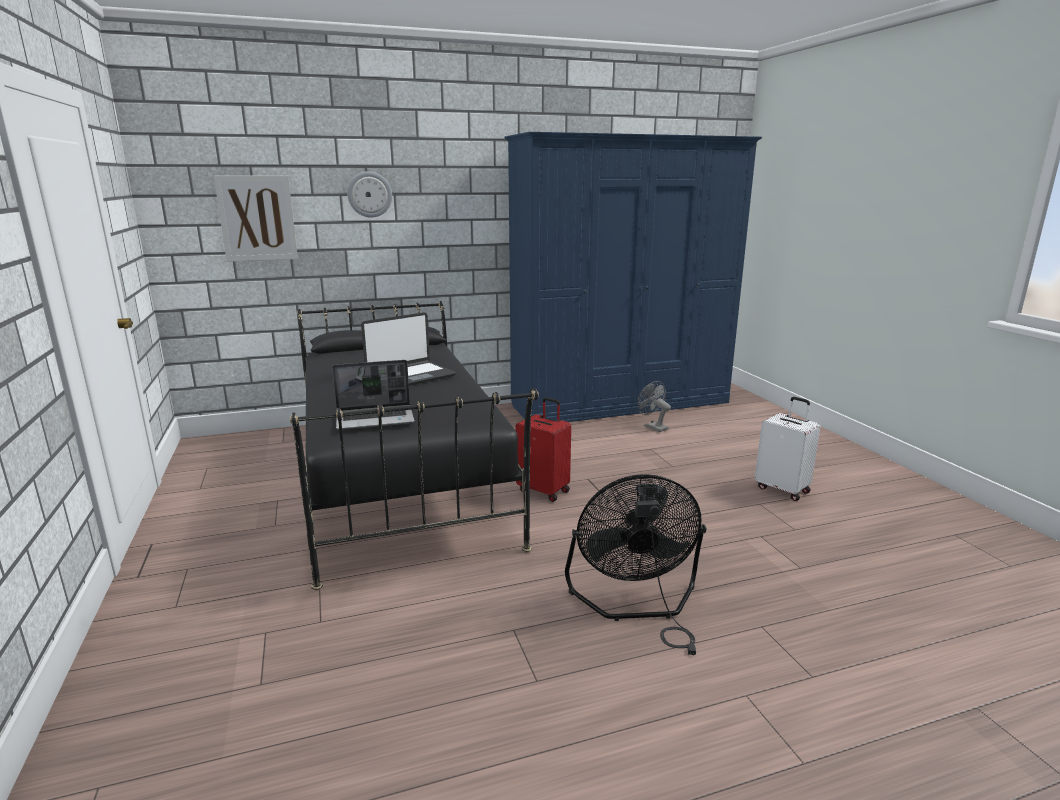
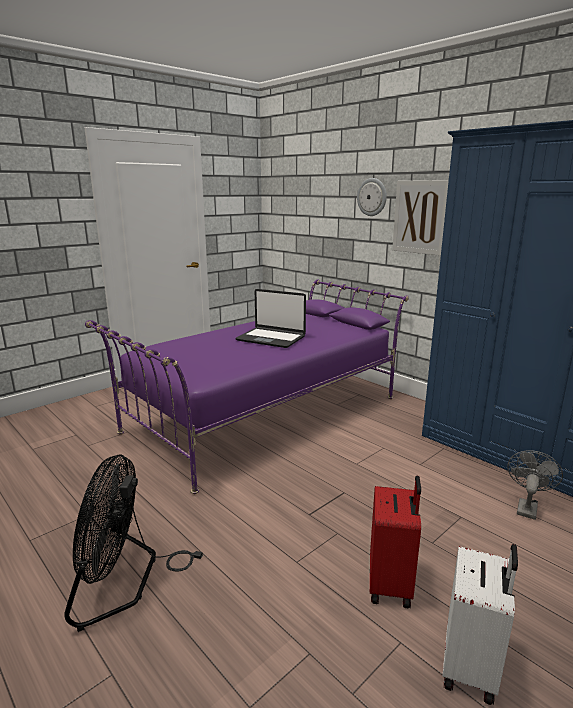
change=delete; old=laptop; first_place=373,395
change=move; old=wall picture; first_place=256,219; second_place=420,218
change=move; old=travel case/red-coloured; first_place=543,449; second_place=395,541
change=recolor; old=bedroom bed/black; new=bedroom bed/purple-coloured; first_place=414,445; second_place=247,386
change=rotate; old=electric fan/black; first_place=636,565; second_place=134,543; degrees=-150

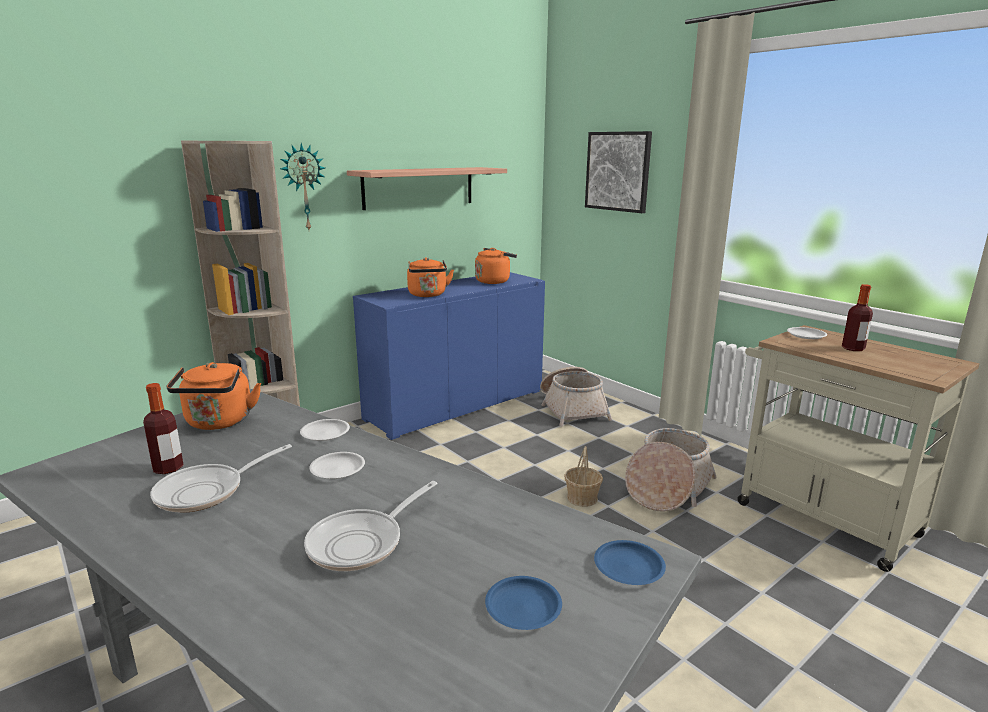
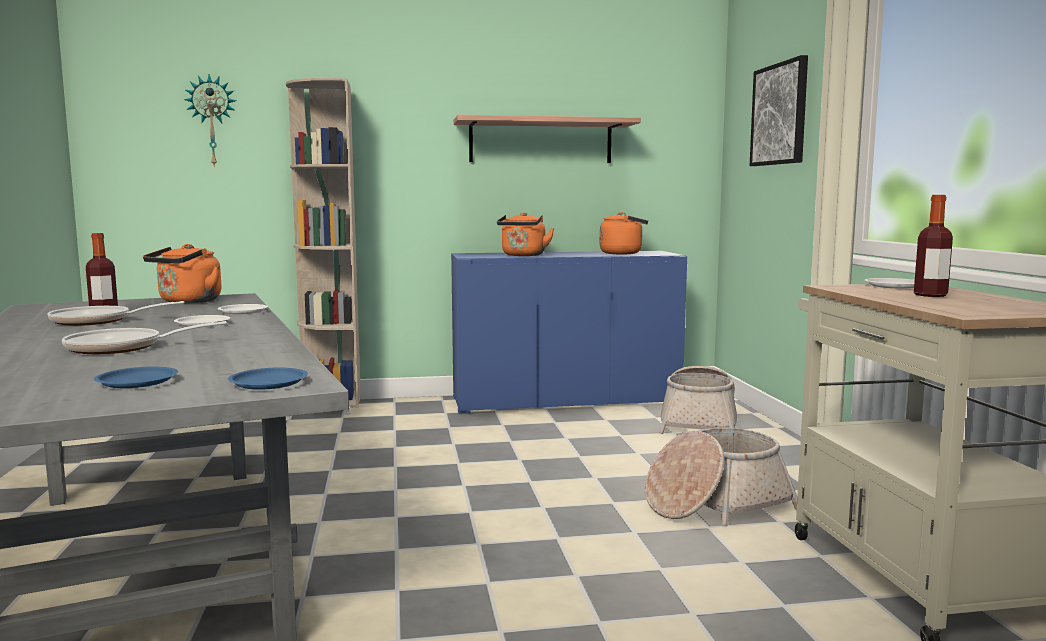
change=delete; old=basket; first_place=583,476
change=move; old=wall clock; first_place=302,186; second_place=210,121

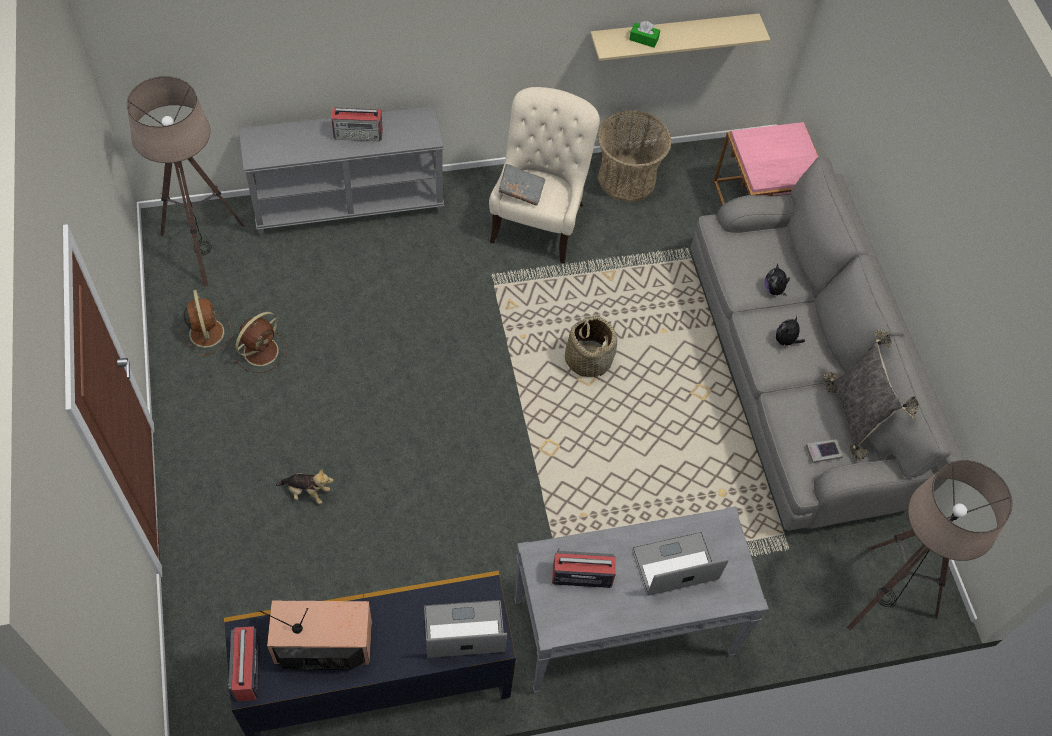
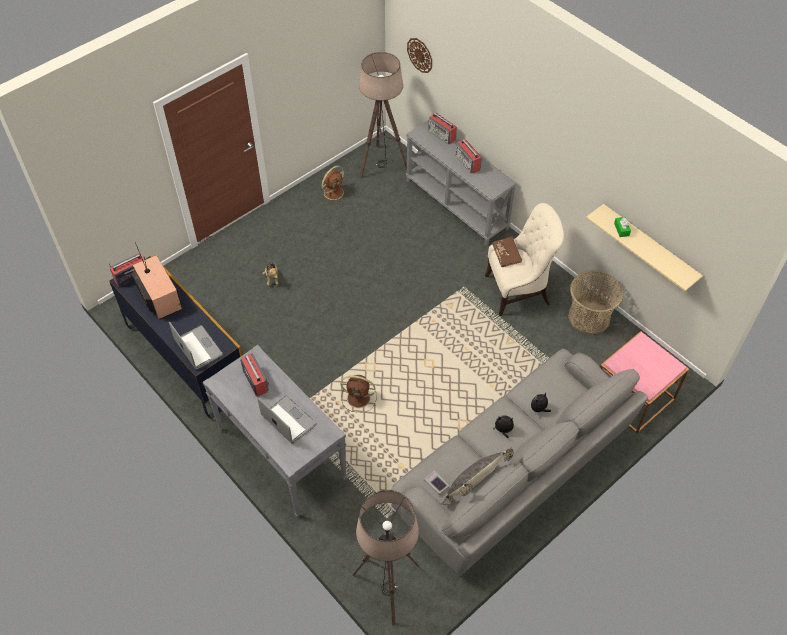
change=delete; old=basket; first_place=591,346
change=insert; new=wall clock; second_place=419,55
change=insert; new=radio; second_place=442,128
change=move; old=electric fan/brown-coloured; first_place=261,342; second_place=359,394
change=recolor; old=book/gray; new=book/brown-coloured; first_place=522,185; second_place=507,251

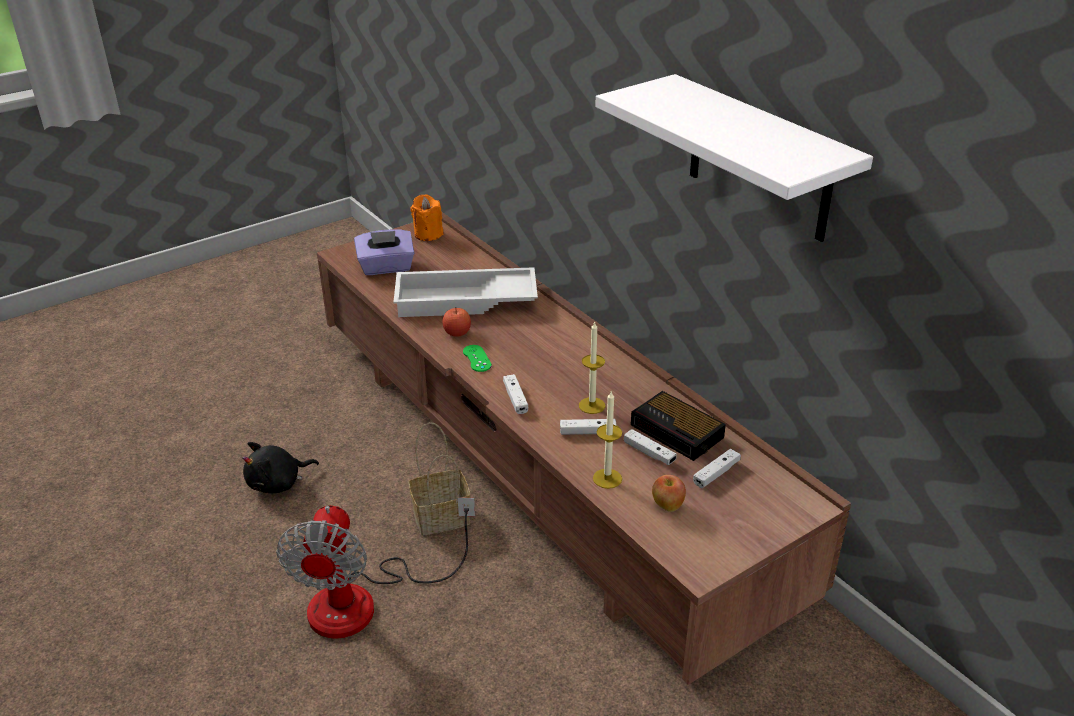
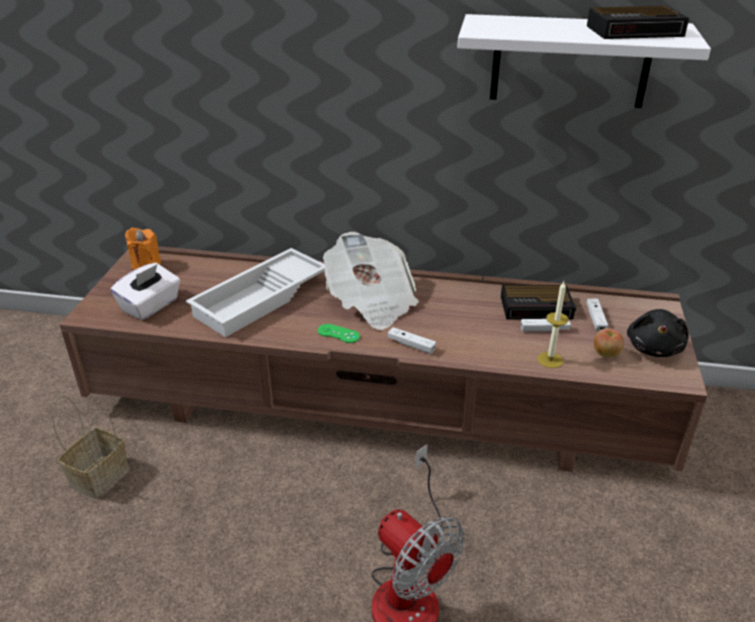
change=delete; old=apple fruit; first_place=457,322
change=delete; old=joypad/white; first_place=588,427
change=delete; old=wax candle; first_place=592,367
change=insert; new=daily paper; second_place=371,281
change=insert; new=table clock; second_place=638,22
change=move; old=soft toy/black; first_place=280,467; second_place=658,333
change=move; old=basket; first_place=439,478; second_place=90,446
change=recolor; old=tissue box/purple-coloured; new=tissue box/white; first_place=384,252; second_place=145,291

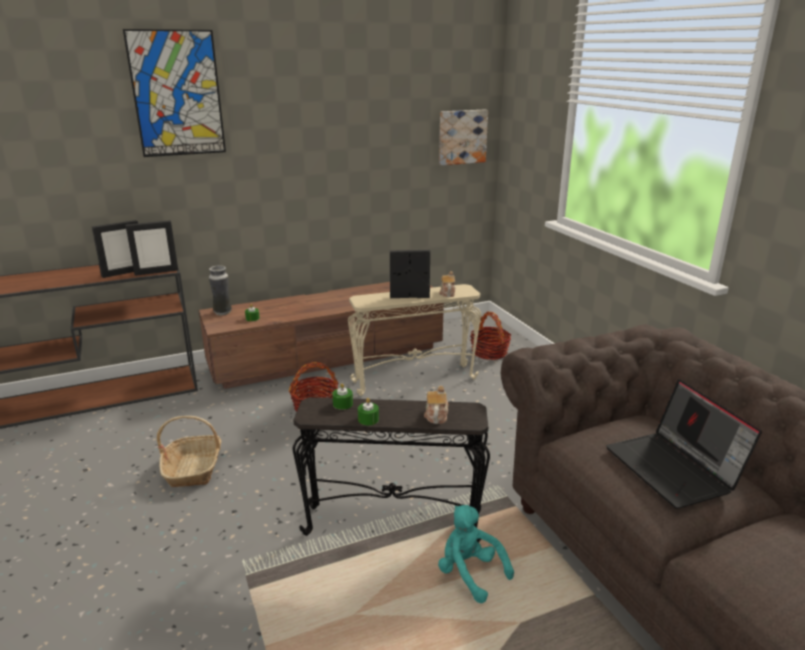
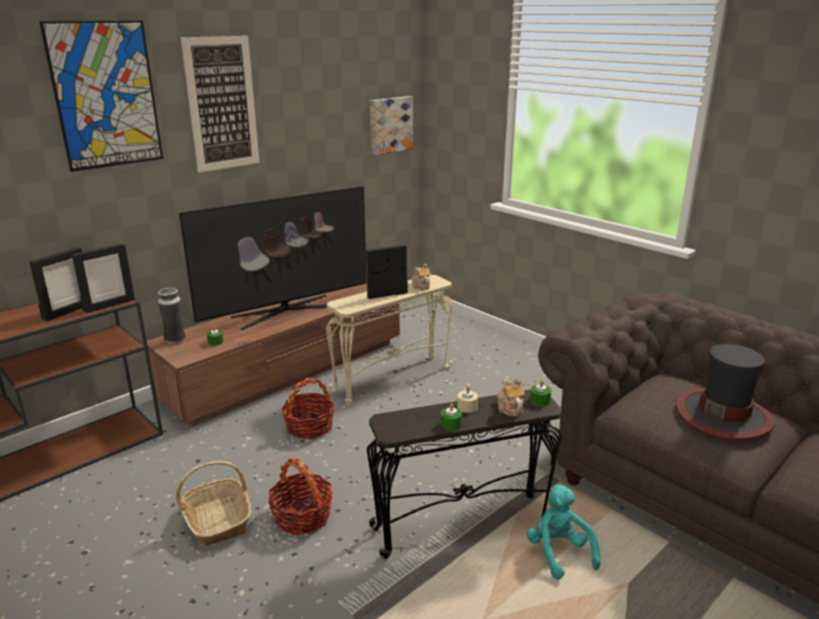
change=insert; new=TV; second_place=272,258
change=insert; new=wall picture; second_place=220,104
change=insert; new=wax candle/beige; second_place=467,399
change=move; old=wax candle/green-coloured; first_place=342,396; second_place=540,393
change=move; old=basket; first_place=490,335; second_place=300,496
change=replace; old=laptop; new=wearable hat; first_place=684,444; second_place=725,392
change=rotate; old=soft toy/turquoise-coloured; first_place=476,554; second_place=564,532; degrees=45

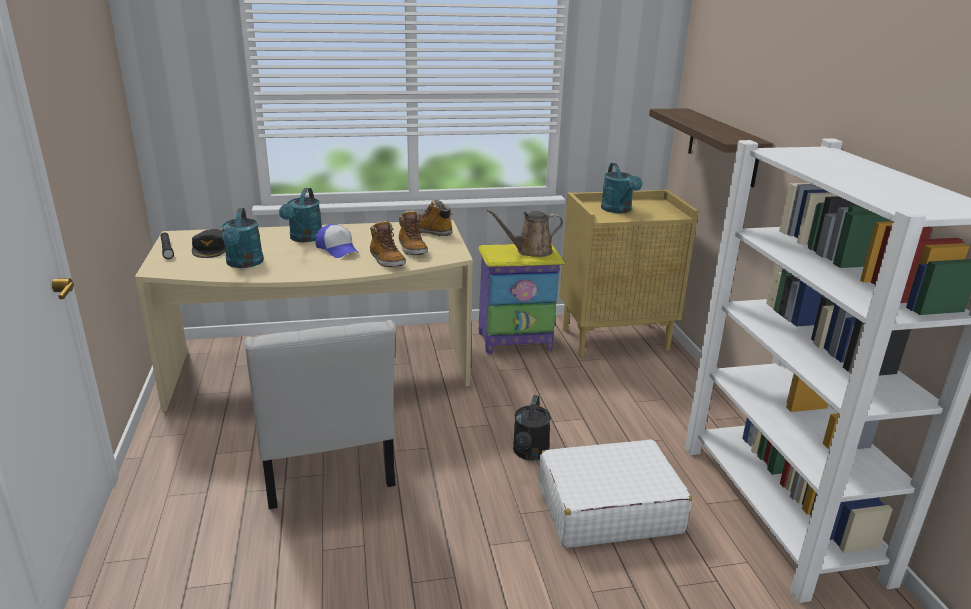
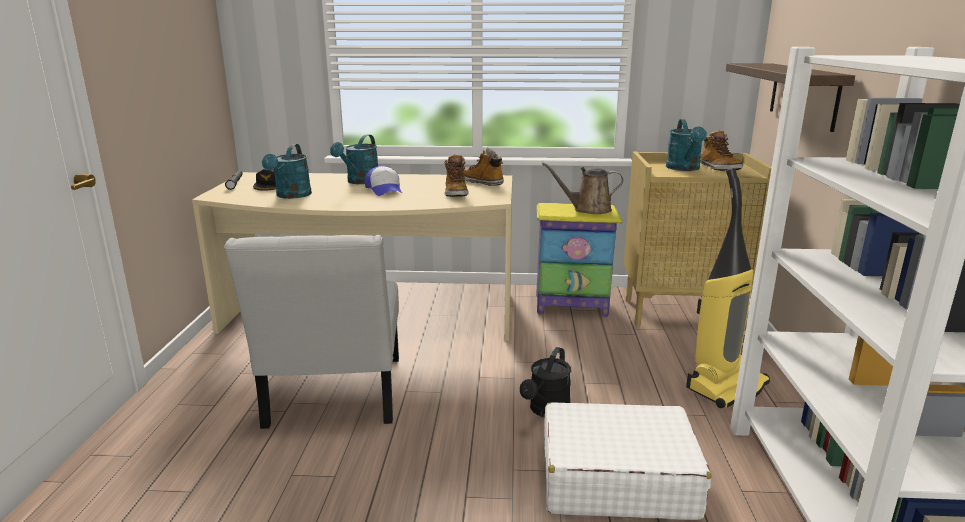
change=insert; new=vacuum; second_place=728,288
change=move; old=high-top boot; first_place=388,244; second_place=721,150

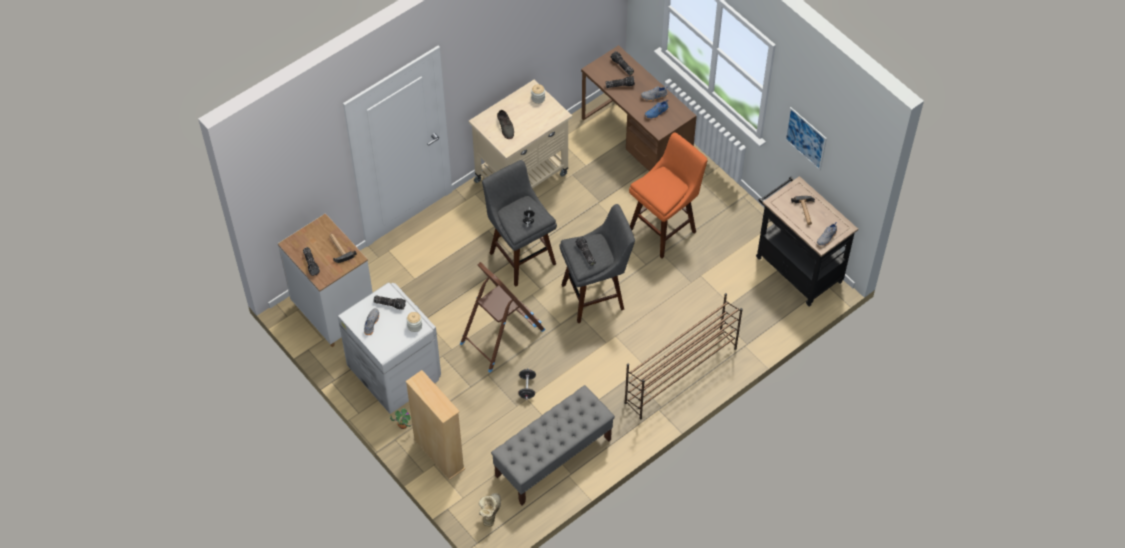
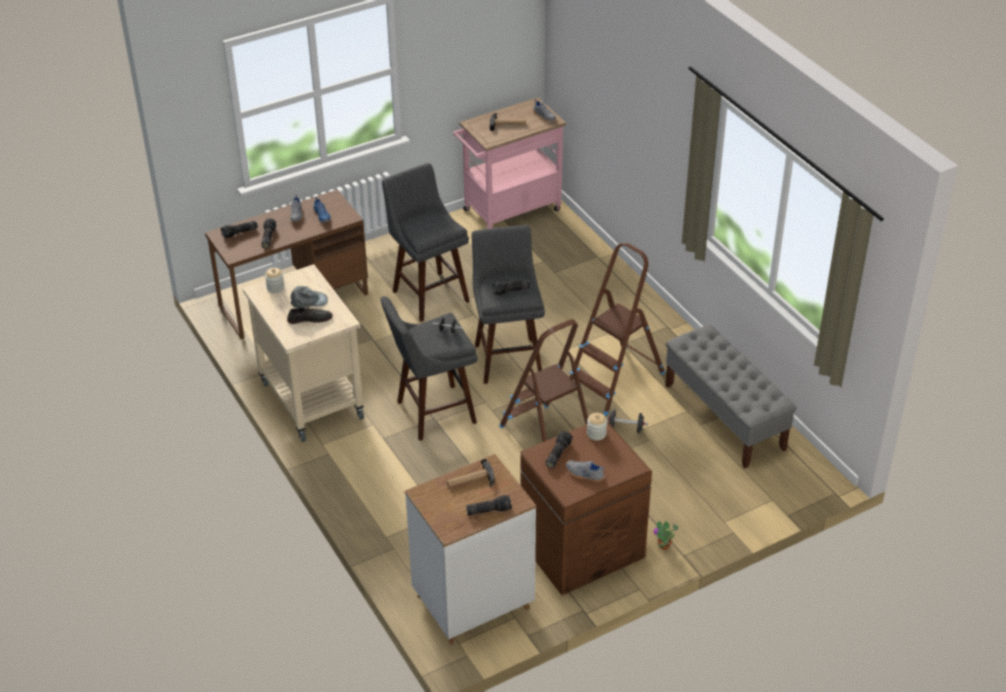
change=delete; old=shelving unit/beige; first_place=435,425
change=delete; old=high-top boot; first_place=490,510
change=delete; old=shoe stand/brown-coloured; first_place=684,356
change=delete; old=wall picture; first_place=806,138
change=insert; new=baseball cap/gray; second_place=309,297
change=insert; new=step stool/brown-coloured; second_place=617,329
change=recolor; old=laundry appliance/white; new=laundry appliance/brown-coloured; first_place=389,348; second_place=586,508
change=recolor; old=sitting stool/orange-coloured; new=sitting stool/gray; first_place=668,195; second_place=426,242
change=recolor; old=trolley/black; new=trolley/pink; first_place=807,241; second_place=509,163

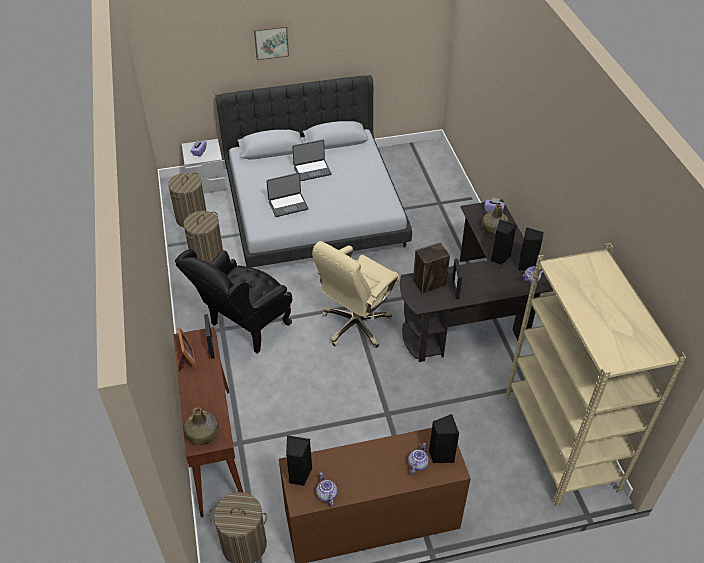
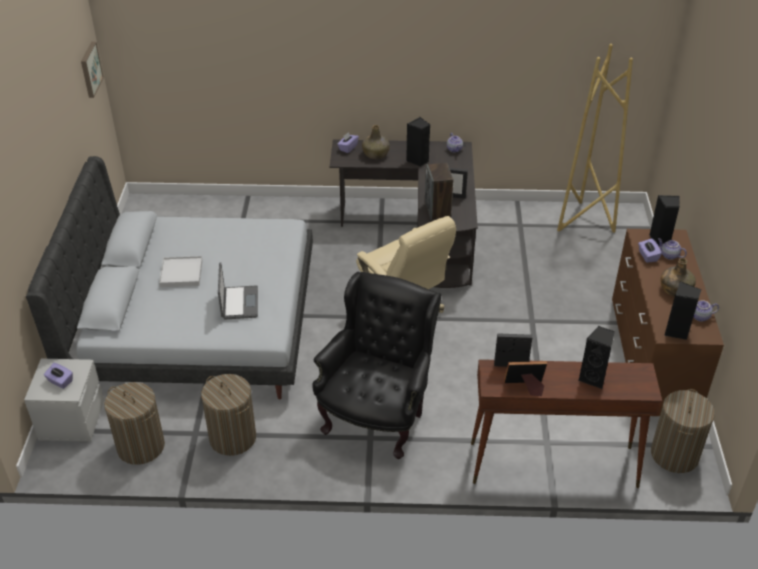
change=insert; new=tissue box/purple-coloured; second_place=650,250
change=move; old=beverage bottle/green-coloured; first_place=201,426; second_place=678,277
change=move; old=wall picture; first_place=271,42; second_place=92,70
change=move; old=loudspeaker/black; first_place=530,249; second_place=596,357
change=replace; old=laptop; new=tray/white; first_place=312,160; second_place=181,271
change=replace; old=shelving unit/beige; new=clothes rack/yellow; first_place=595,374; second_place=595,138
change=rotate; old=lounge chair/black; first_place=233,301; second_place=376,365; degrees=-120

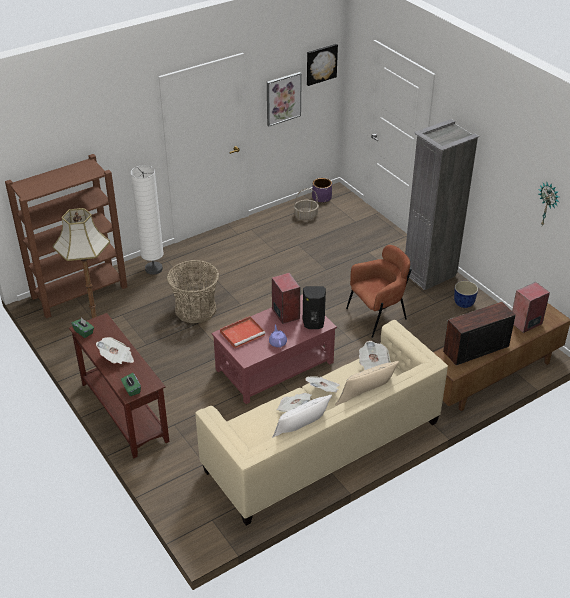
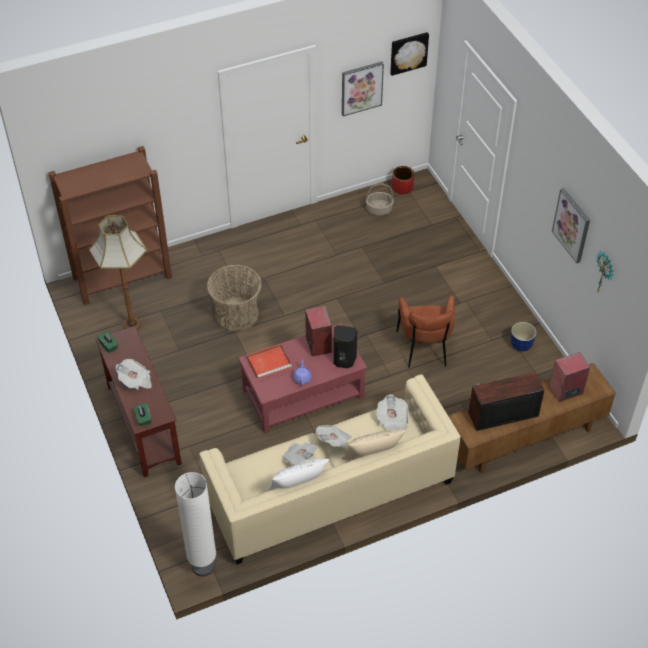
change=delete; old=storage cabinet/gray; first_place=442,204
change=insert; new=wall picture; second_place=571,225
change=move; old=standard lamp/white; first_place=147,220; second_place=195,524
change=recolor; old=planter/purple-coloured; new=planter/red-coloured; first_place=322,190; second_place=403,180
change=rotate; old=lounge chair/brown-coloured; first_place=379,291; second_place=425,331; degrees=105

